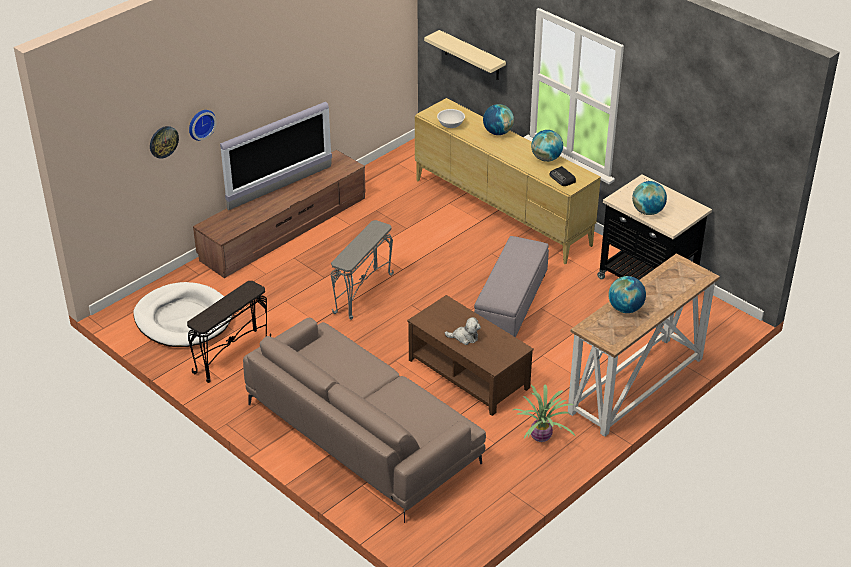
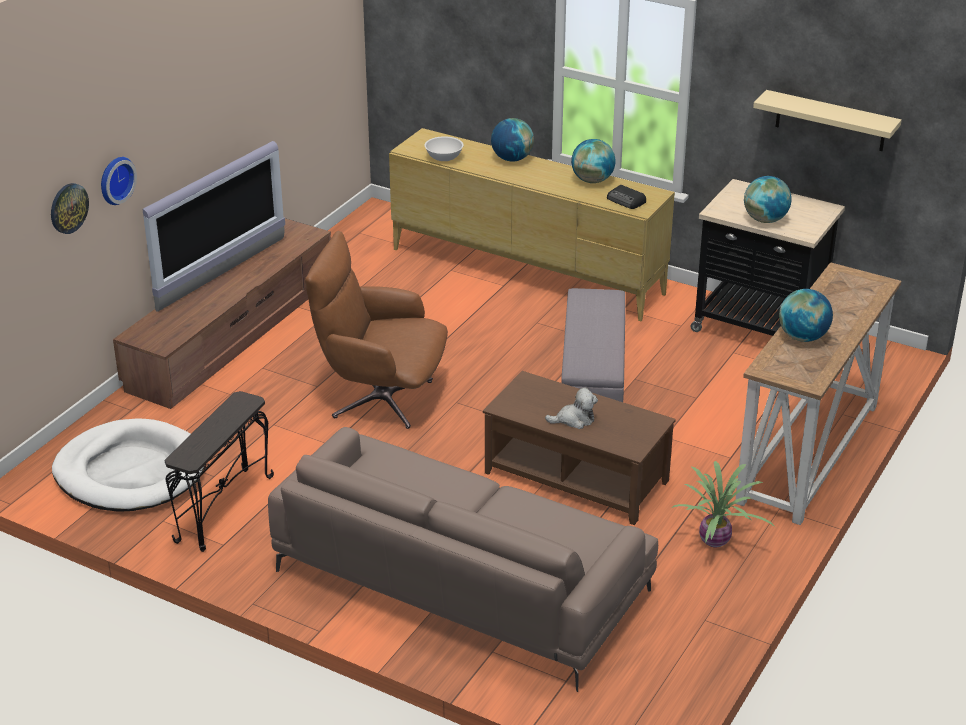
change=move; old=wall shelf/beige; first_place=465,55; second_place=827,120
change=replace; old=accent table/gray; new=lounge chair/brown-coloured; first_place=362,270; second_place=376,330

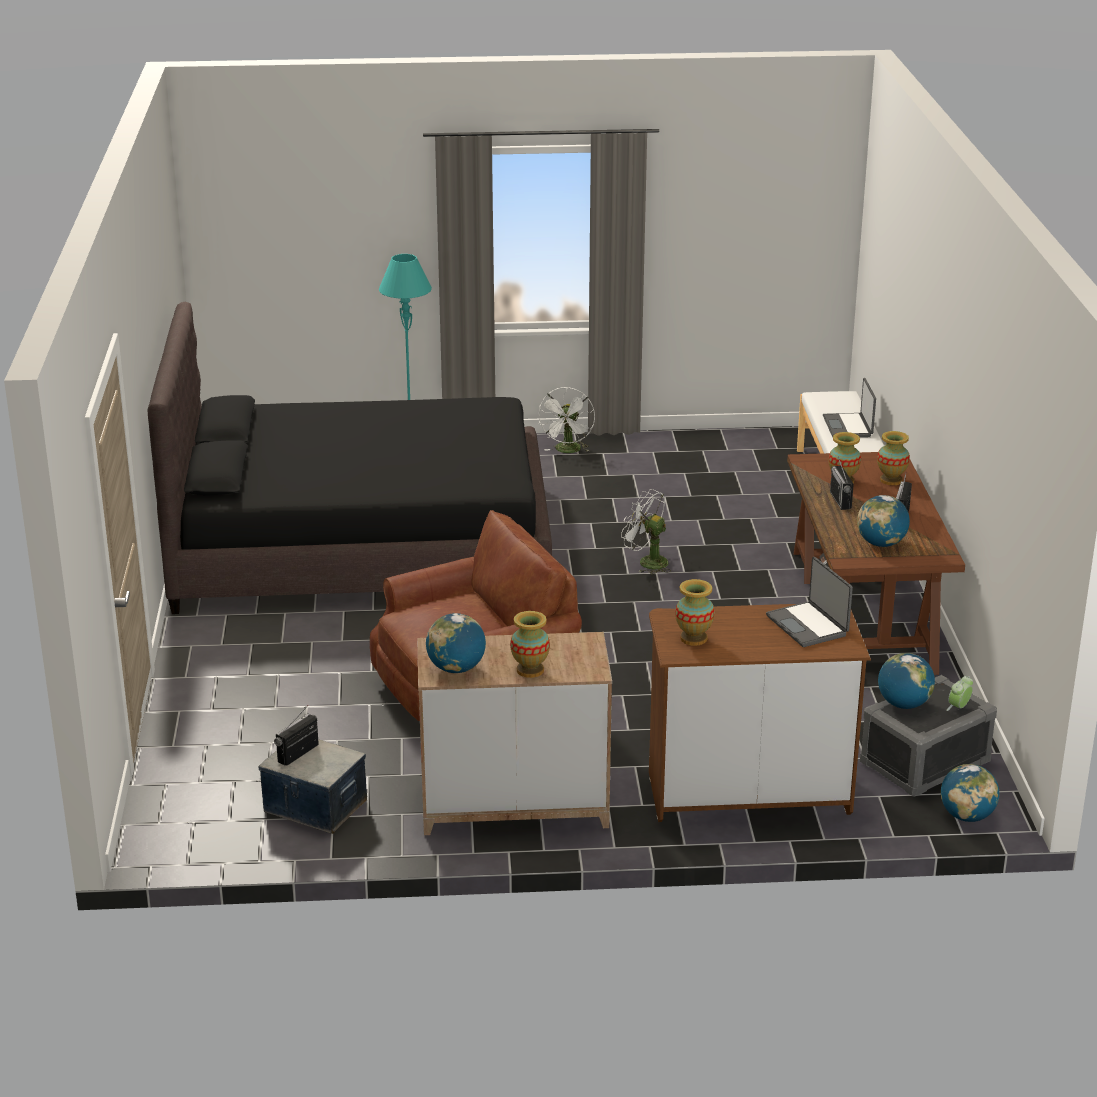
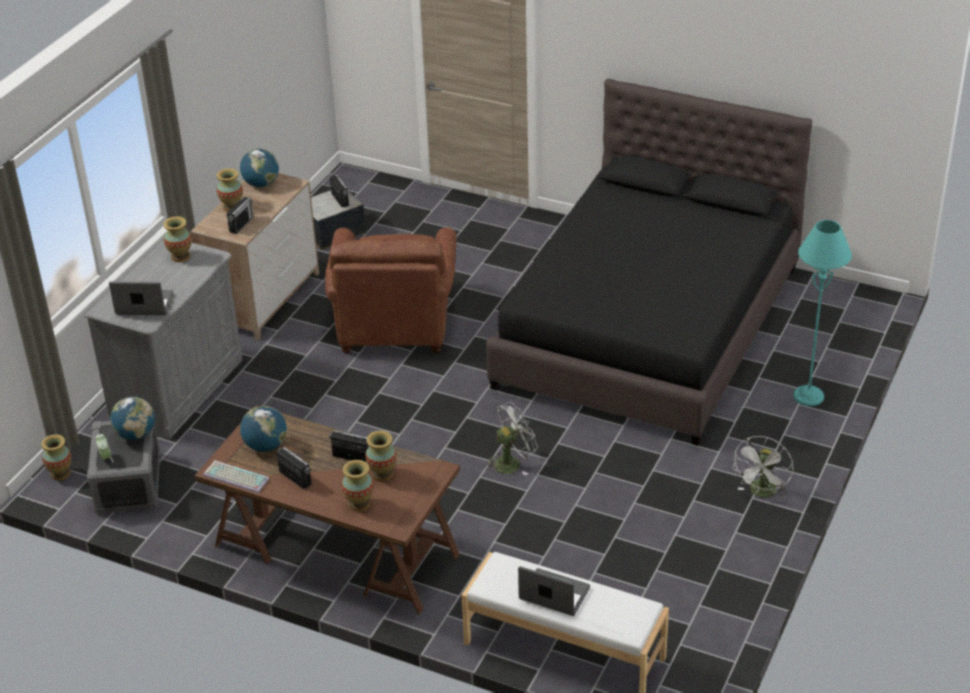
change=insert; new=computer keyboard; second_place=236,477
change=insert; new=radio; second_place=240,215
change=replace; old=globe; new=decorative vase; first_place=970,793; second_place=56,457
change=recolor; old=dresser/brown-coloured; new=dresser/gray; first_place=760,713; second_place=164,340
change=rotate; old=electric fan/white; first_place=566,420; second_place=762,467; degrees=-105

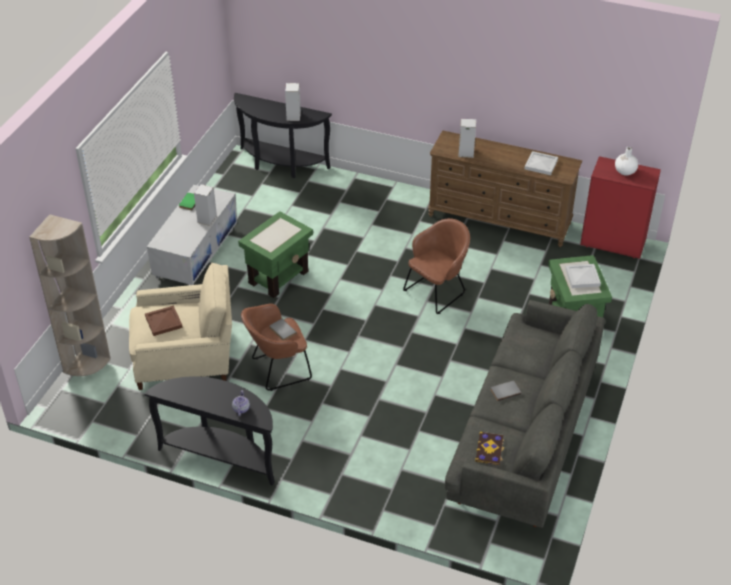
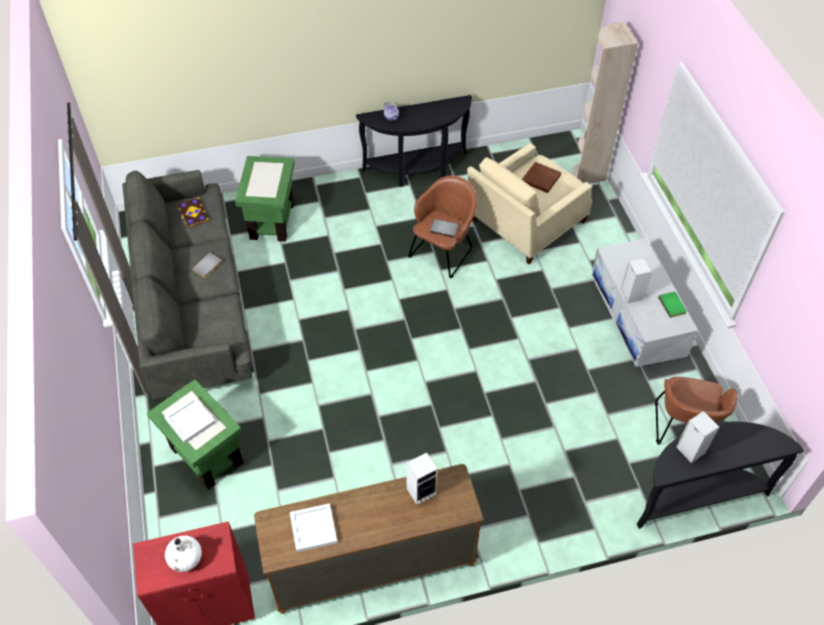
change=move; old=accent table/green-coloured; first_place=275,254; second_place=265,199
change=move; old=lounge chair/brown-coloured; first_place=436,266; second_place=696,411

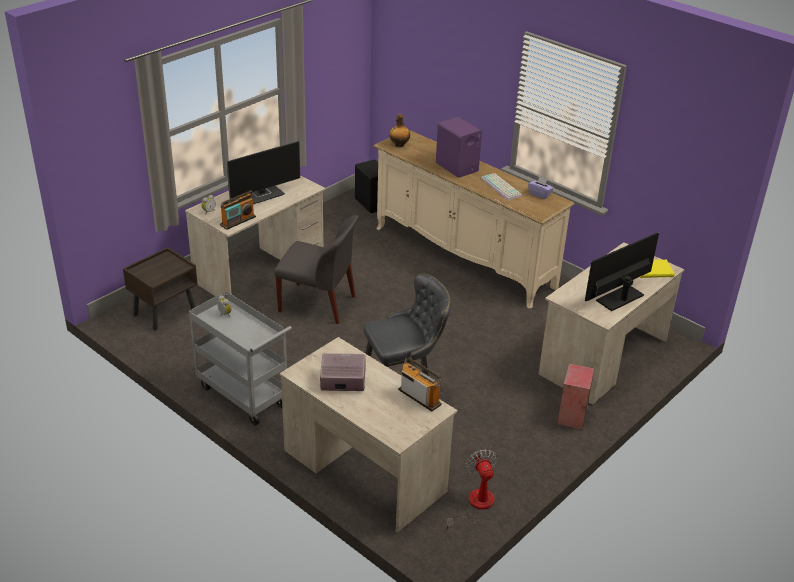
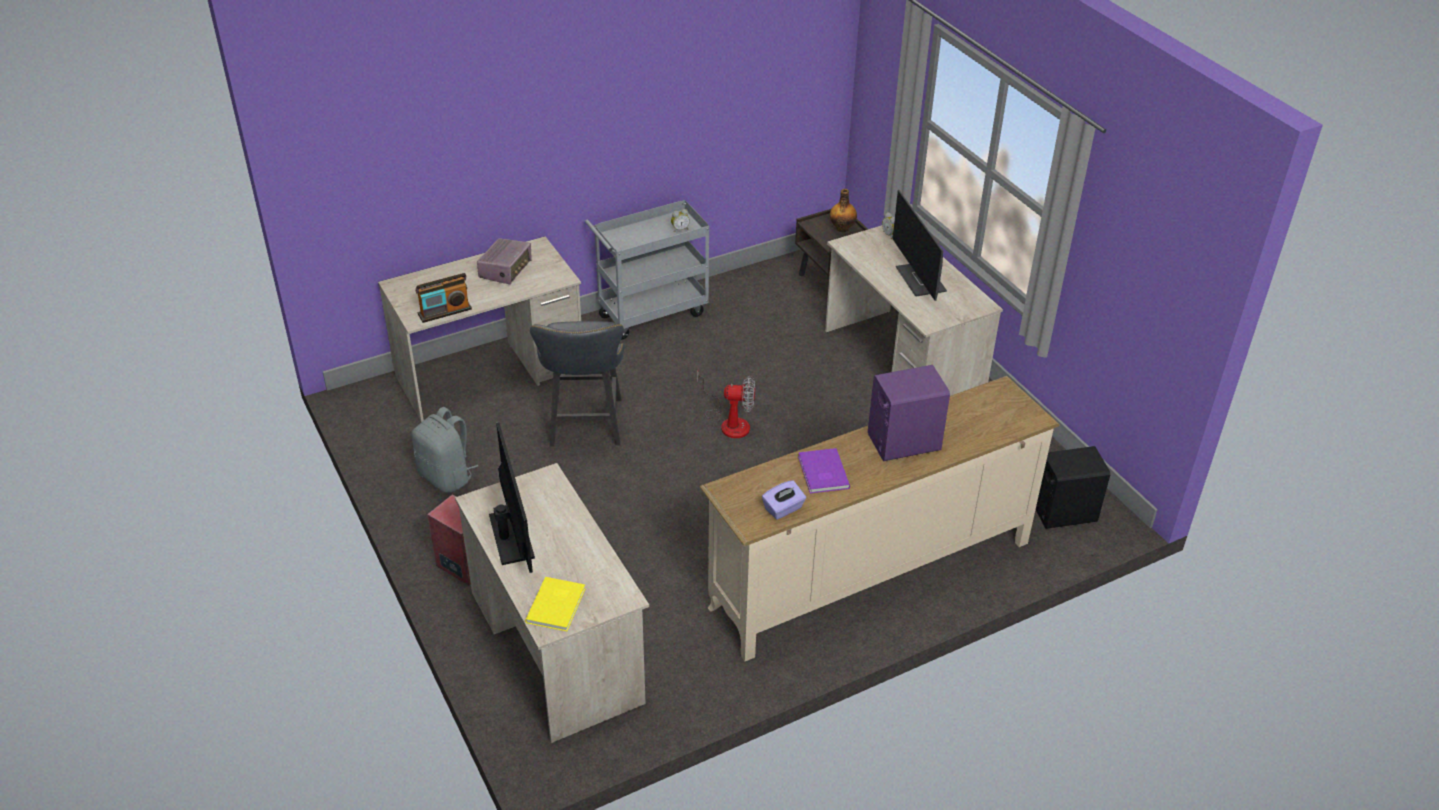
change=delete; old=radio; first_place=238,210
change=delete; old=plain chair/gray; first_place=316,269
change=insert; new=rucksack/gray; second_place=444,450
change=move; old=beverage bottle; first_place=399,130; second_place=843,210
change=move; old=electric fan; first_place=471,489; second_place=726,405
change=replace; old=computer keyboard; new=book/purple-coloured; first_place=501,186; second_place=824,470

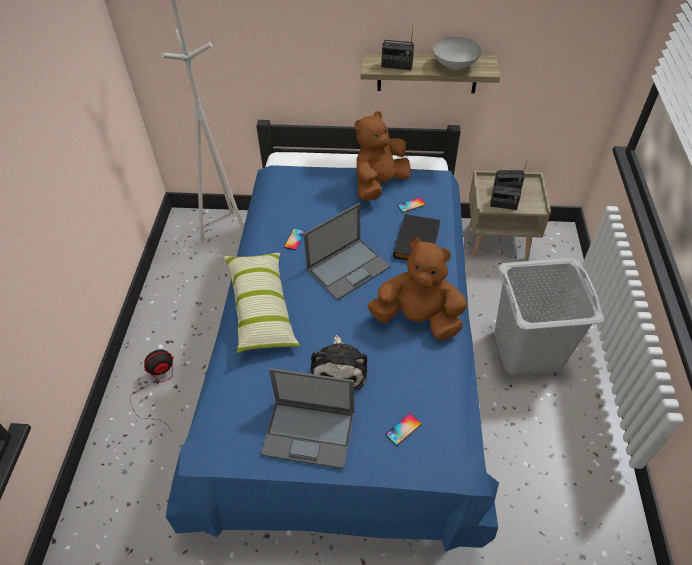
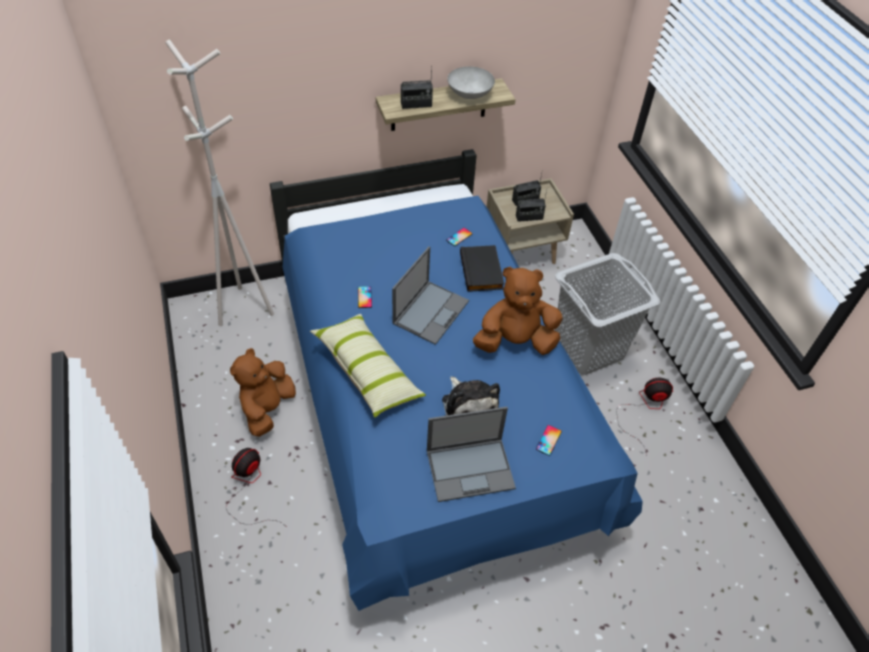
change=insert; new=electric fan; second_place=644,417
change=move; old=soft toy/brown-coloured; first_place=383,156; second_place=263,392

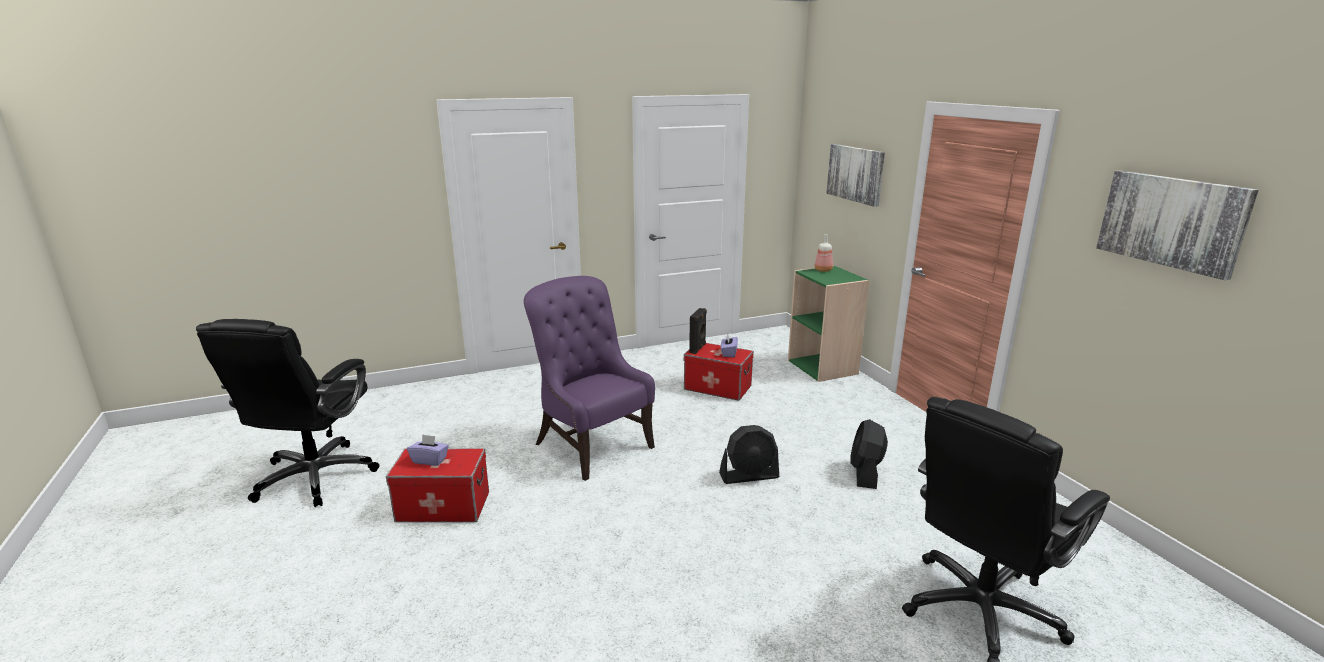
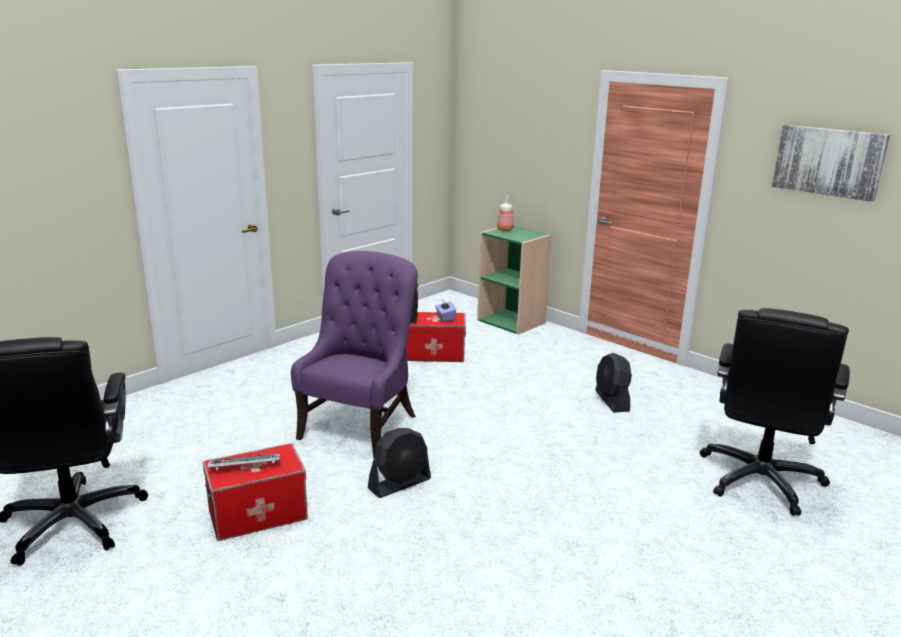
change=delete; old=wall picture; first_place=855,175
change=move; old=electric fan/black; first_place=749,454; second_place=399,463
change=replace; old=tissue box/purple-coloured; new=computer keyboard; first_place=428,450; second_place=243,461
change=rotate; old=plain chair/purple-coloured; first_place=589,378; second_place=354,354; degrees=90

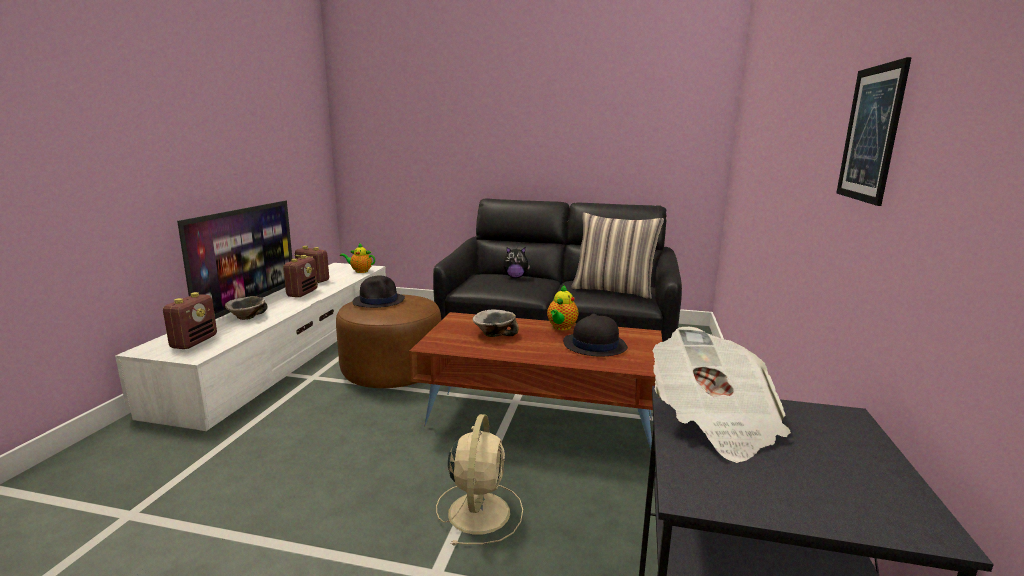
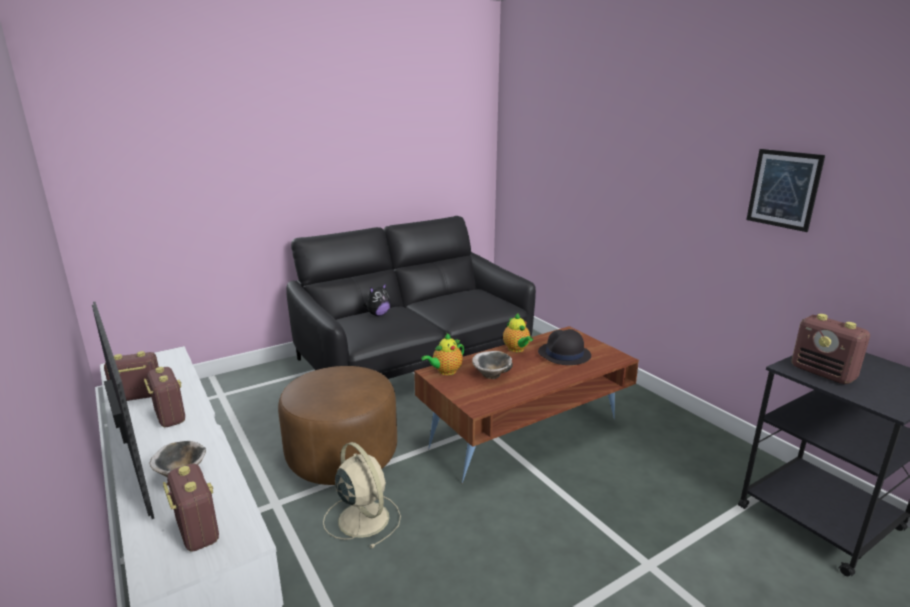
change=delete; old=wearable hat/black; first_place=379,291
change=delete; old=cushion; first_place=617,255
change=move; old=tea pot; first_place=357,258; second_place=442,354
change=move; old=electric fan/beige; first_place=479,480; second_place=362,495
change=replace; old=daily paper; new=radio; first_place=722,394; second_place=831,349

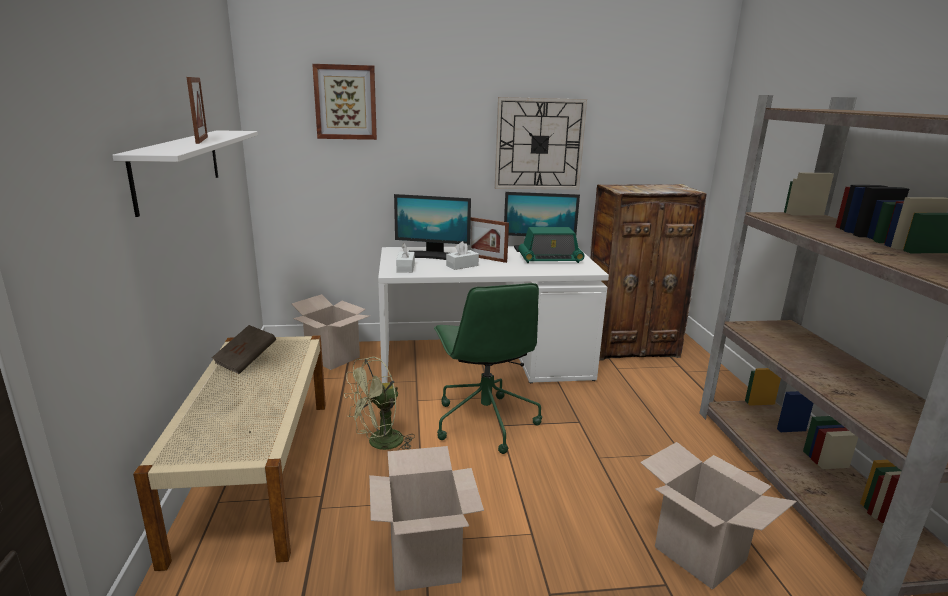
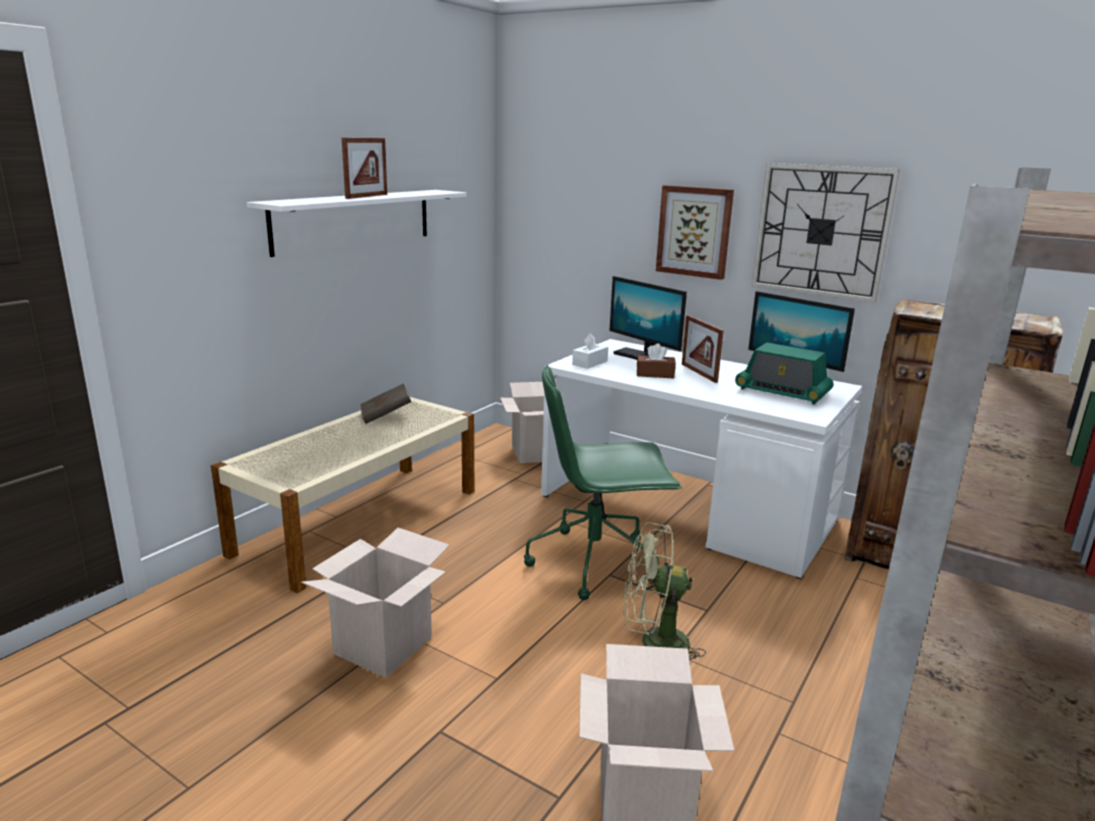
change=move; old=wall picture; first_place=344,102; second_place=695,232
change=move; old=electric fan/green-coloured; first_place=379,403; second_place=665,592
change=recolor; old=tissue box/white; new=tissue box/brown-coloured; first_place=462,255; second_place=656,360
change=rotate; old=office chair/green-coloured; first_place=488,368; second_place=603,482; degrees=60

